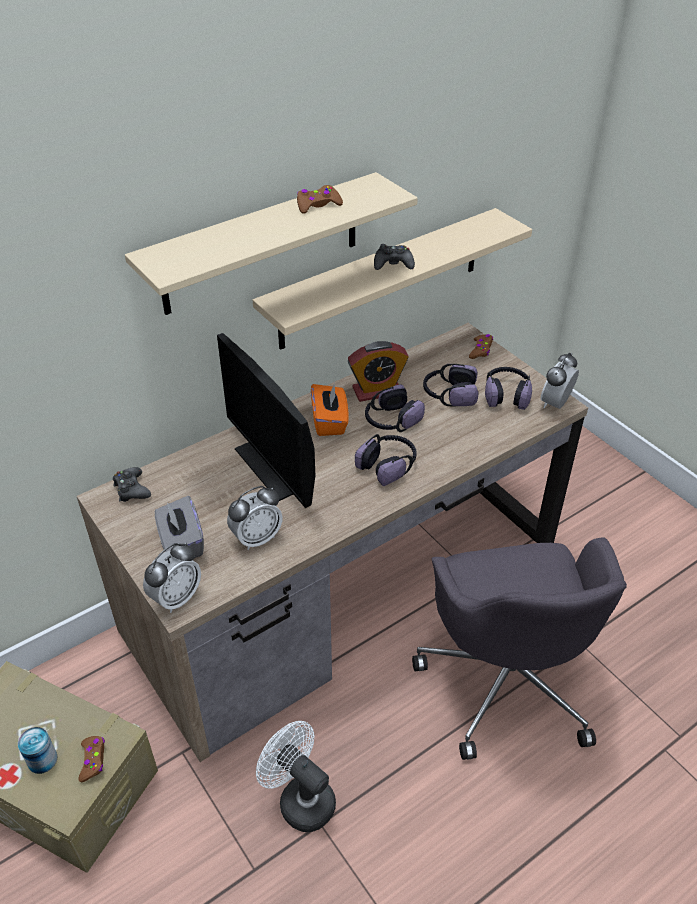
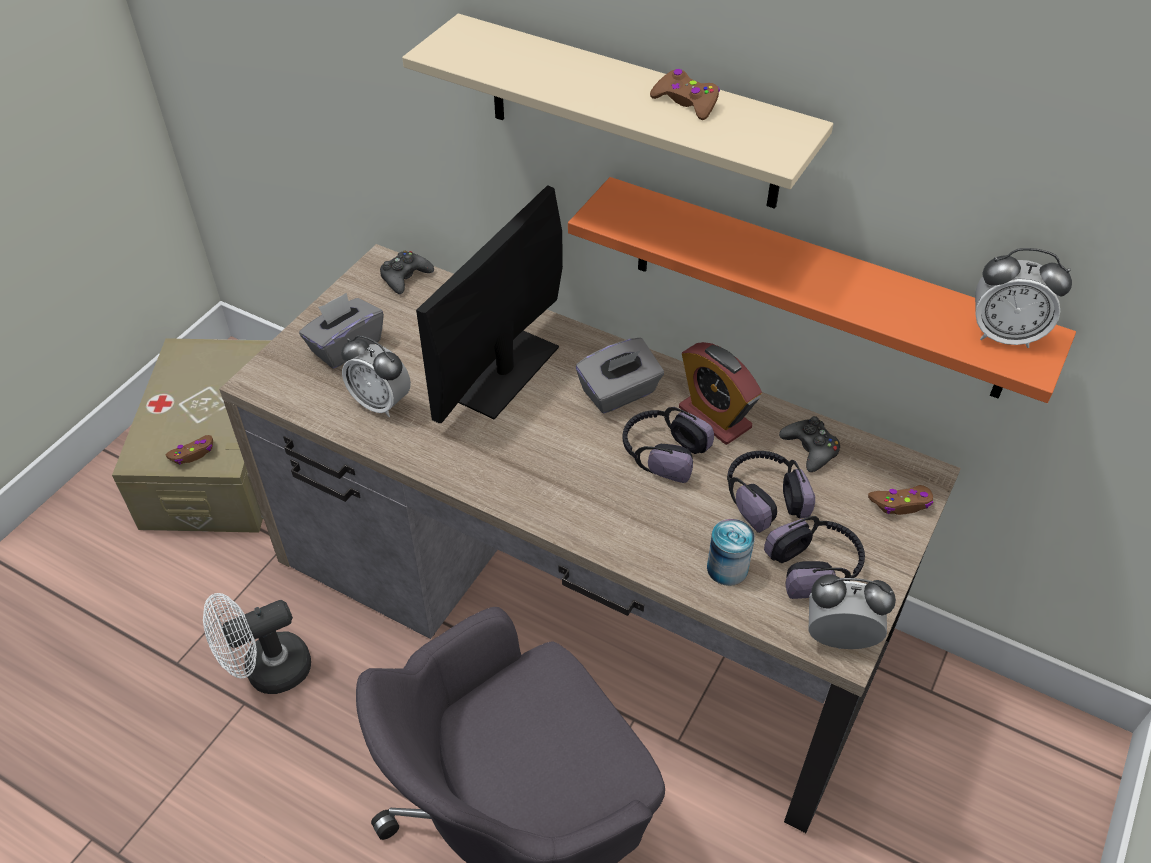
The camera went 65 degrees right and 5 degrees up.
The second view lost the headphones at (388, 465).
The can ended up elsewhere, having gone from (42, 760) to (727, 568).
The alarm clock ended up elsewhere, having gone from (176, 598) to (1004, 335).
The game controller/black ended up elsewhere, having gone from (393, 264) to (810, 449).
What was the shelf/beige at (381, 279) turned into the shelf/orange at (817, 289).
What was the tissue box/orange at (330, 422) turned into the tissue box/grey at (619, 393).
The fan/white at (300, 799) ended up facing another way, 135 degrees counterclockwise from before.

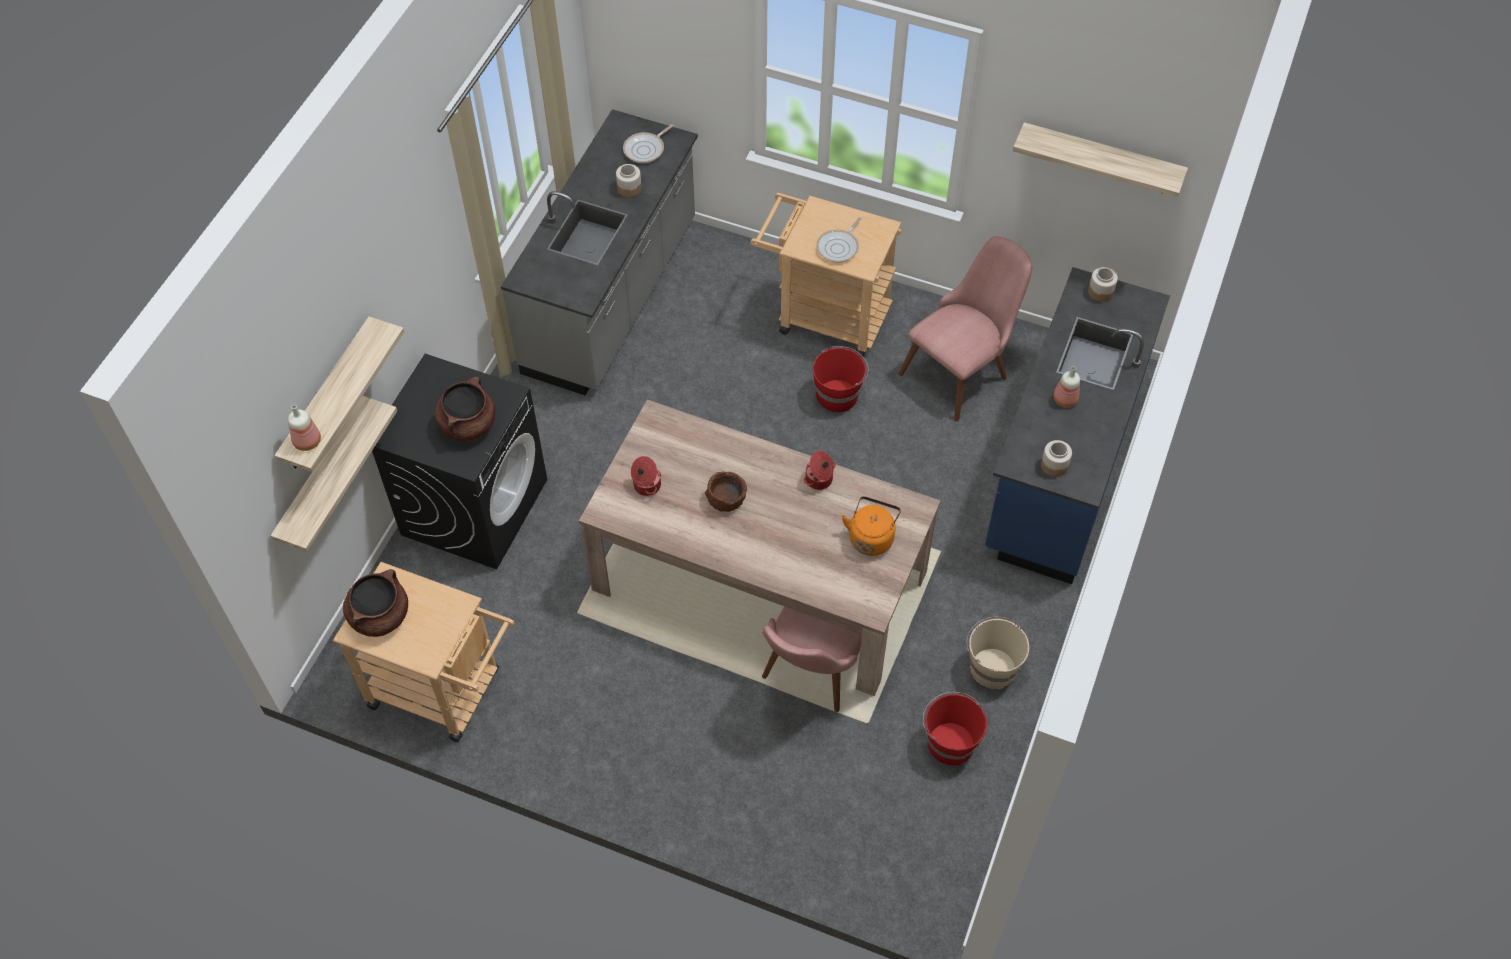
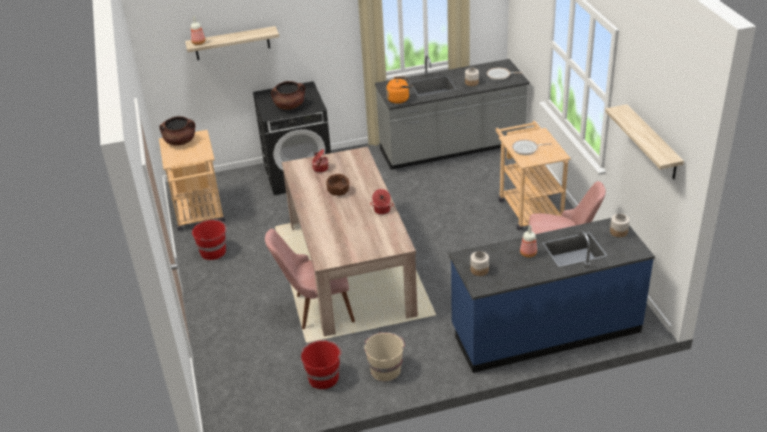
The camera went 55 degrees right and 20 degrees down.
The second view lost the shelf at (322, 475).
The bucket/red ended up elsewhere, having gone from (838, 395) to (213, 252).
The kettle/orange ended up elsewhere, having gone from (871, 537) to (399, 99).

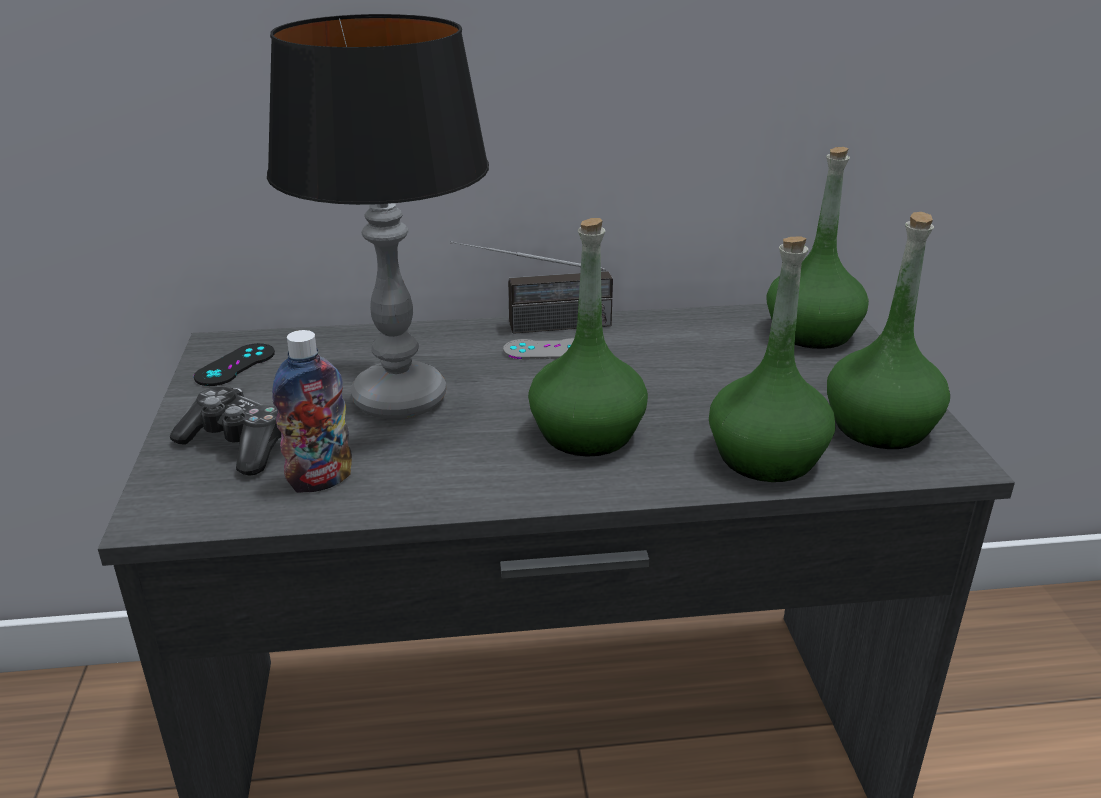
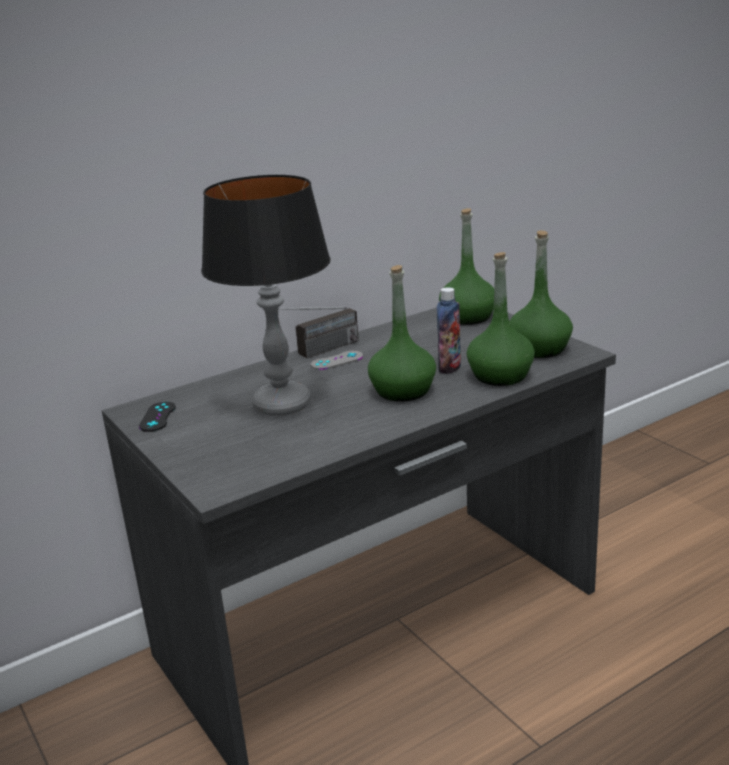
The camera went 25 degrees left and 5 degrees down.
The second view lost the game controller at (237, 445).
The bottle ended up elsewhere, having gone from (320, 480) to (449, 368).

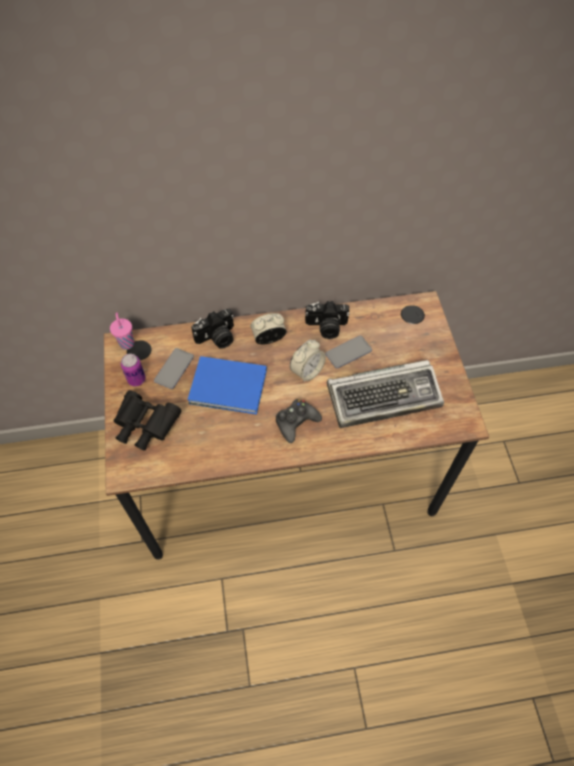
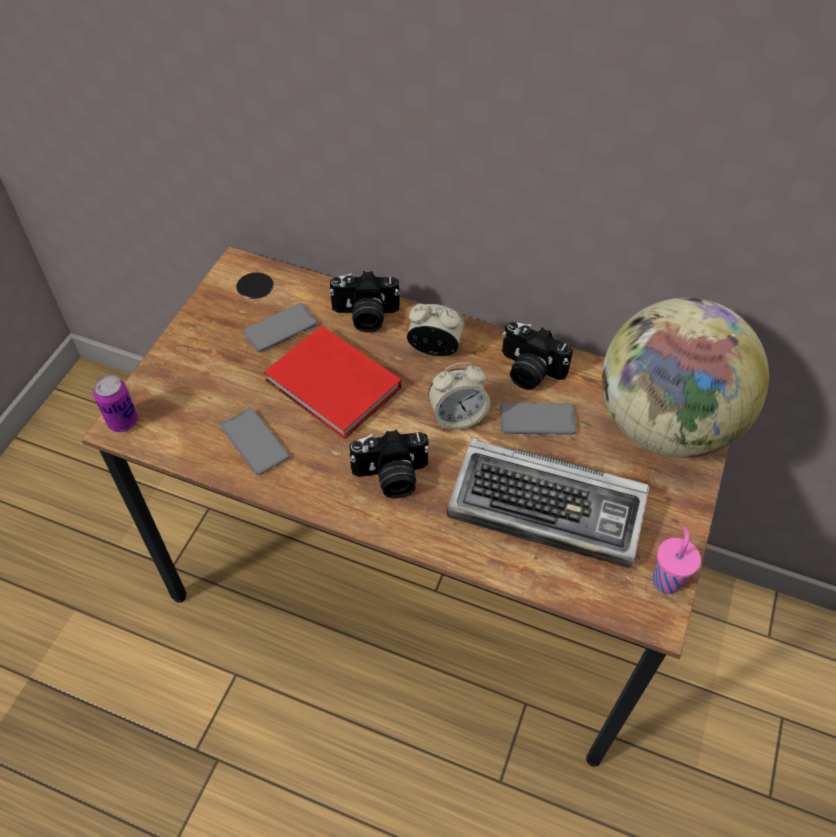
The camera went 30 degrees right and 5 degrees down.
The second view lost the binoculars/black at (145, 426).
The second view gained the phone at (254, 442).
The second view gained the globe at (664, 424).
The cup/pink ended up elsewhere, having gone from (126, 343) to (666, 579).
The can ended up elsewhere, having gone from (136, 379) to (123, 421).
Where the game controller/black stood at (296, 422), the photo camera came to stand at (391, 477).
What was the book/blue at (230, 388) turned into the book/red at (334, 387).

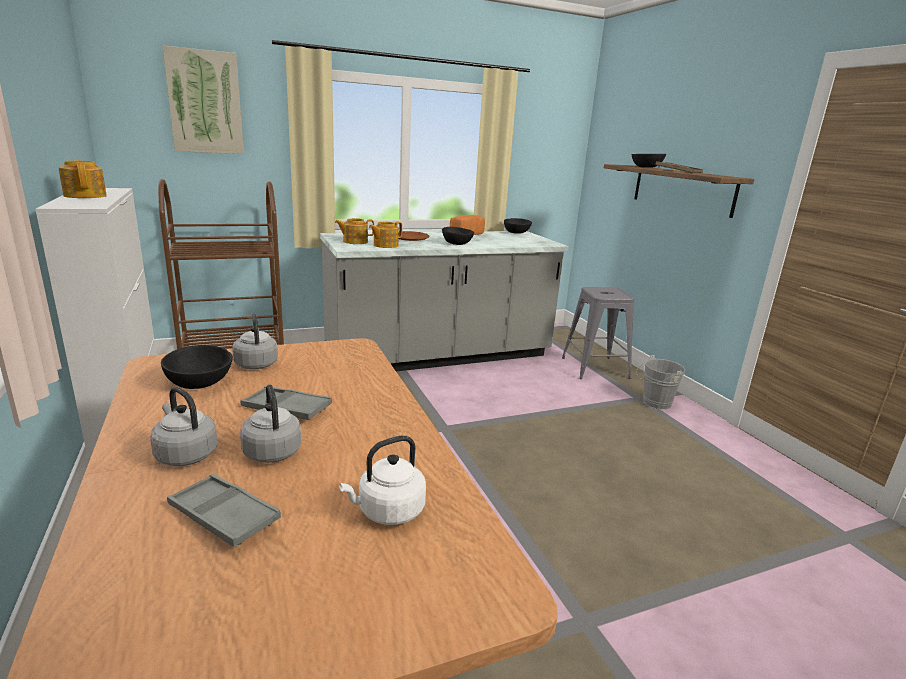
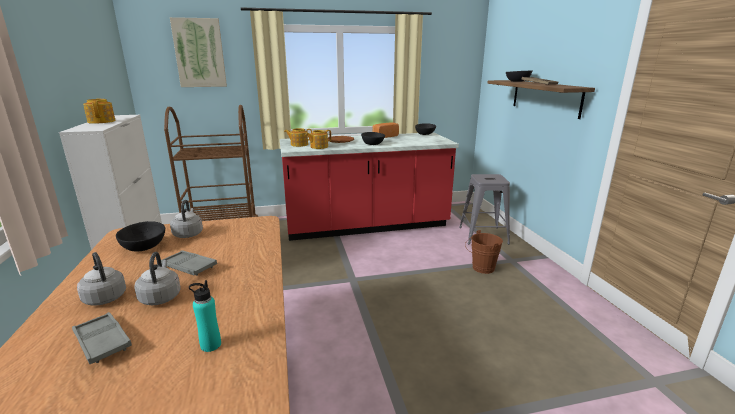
The camera went 10 degrees right and 0 degrees up.
The second view lost the bucket/grey at (654, 403).
The second view gained the bucket/brown at (481, 268).
Where the kettle/white stood at (387, 512), the bottle/turquoise came to stand at (210, 345).
What was the counter/grey at (439, 356) turned into the counter/red at (366, 225).

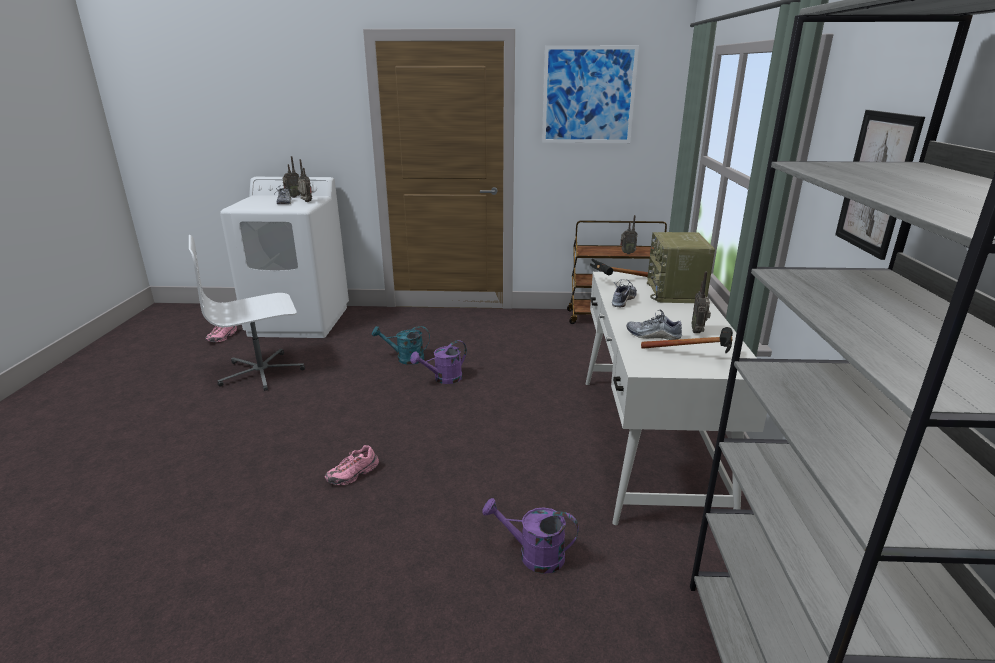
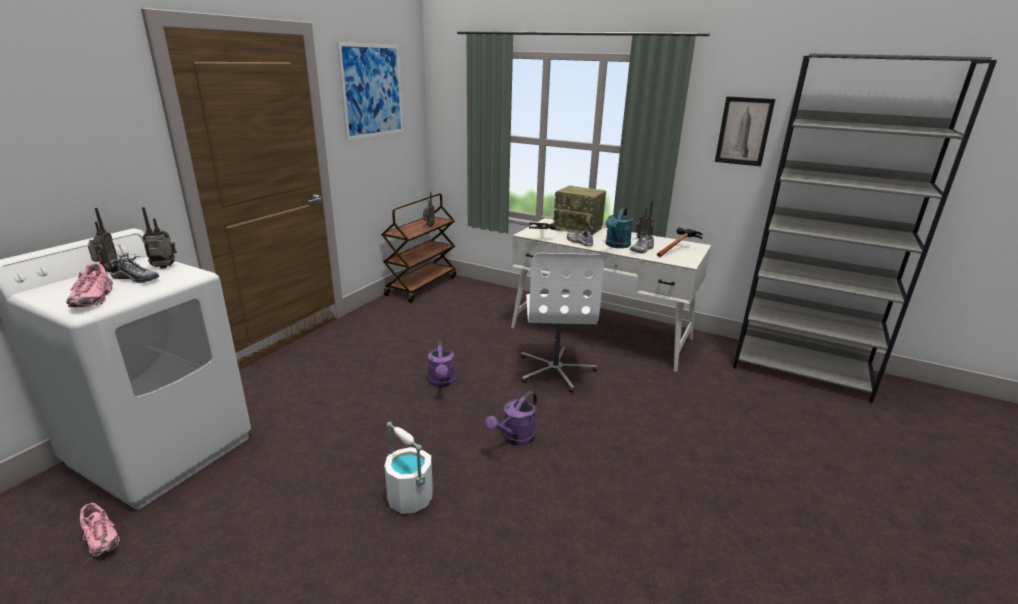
The camera went 65 degrees left and 0 degrees up.
The second view gained the bucket/white at (409, 497).
The office chair/white ended up elsewhere, having gone from (262, 372) to (555, 370).
The shoe/pink ended up elsewhere, having gone from (353, 474) to (93, 299).
The watering can/turquoise ended up elsewhere, having gone from (405, 359) to (616, 245).
The watering can/purple ended up elsewhere, having gone from (533, 555) to (515, 439).

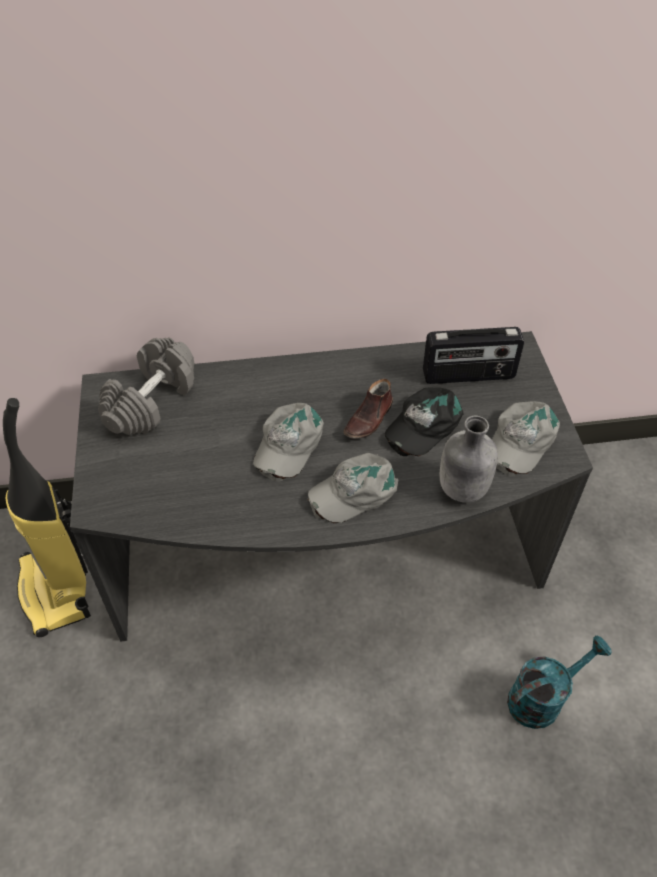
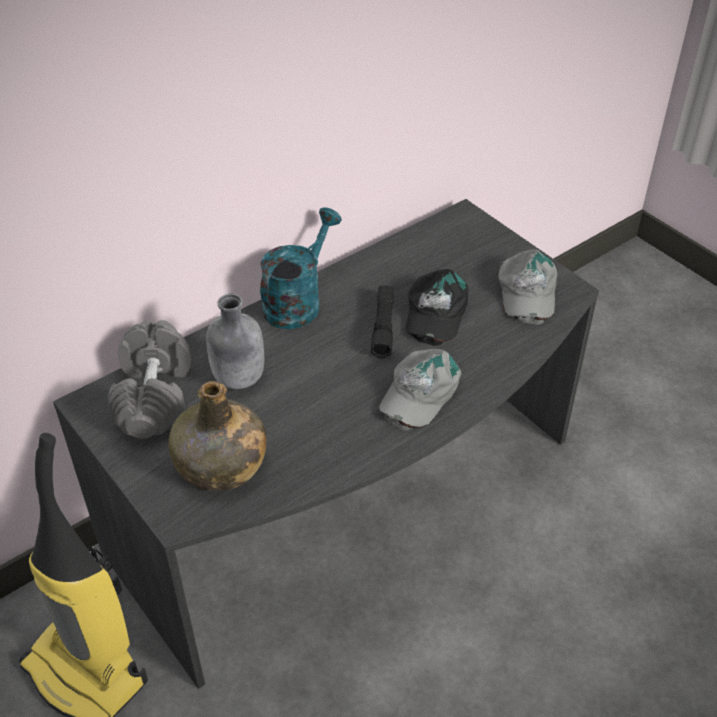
The camera went 30 degrees left and 5 degrees down.
The second view lost the cap/grey at (287, 444).
The second view lost the radio at (468, 376).
The second view gained the bottle/green at (221, 465).
The bottle/grey ended up elsewhere, having gone from (462, 489) to (238, 378).
The watering can/turquoise ended up elsewhere, having gone from (542, 697) to (297, 302).
Where the shoe/brown stood at (369, 419), the flashlight/black came to stand at (383, 326).

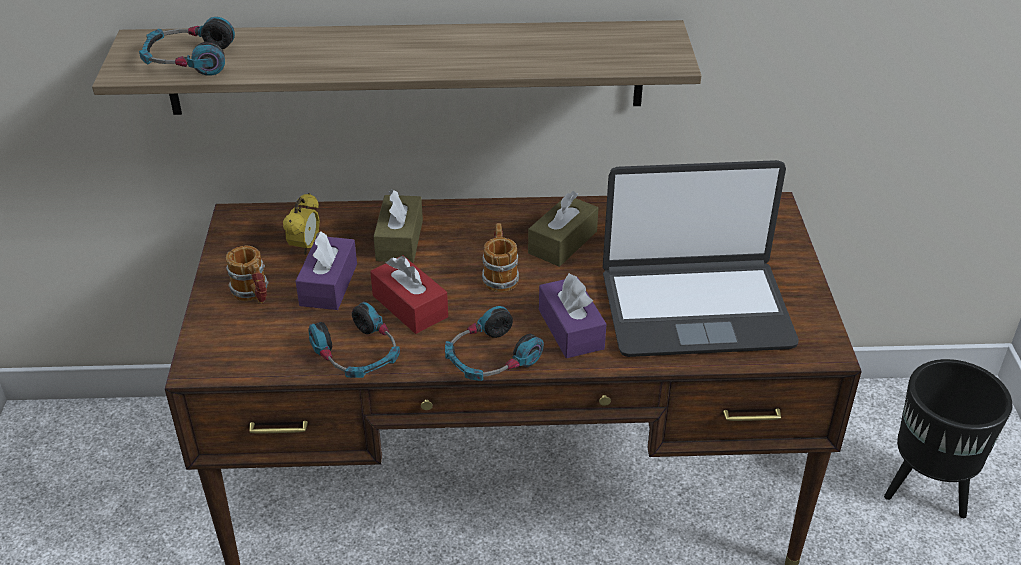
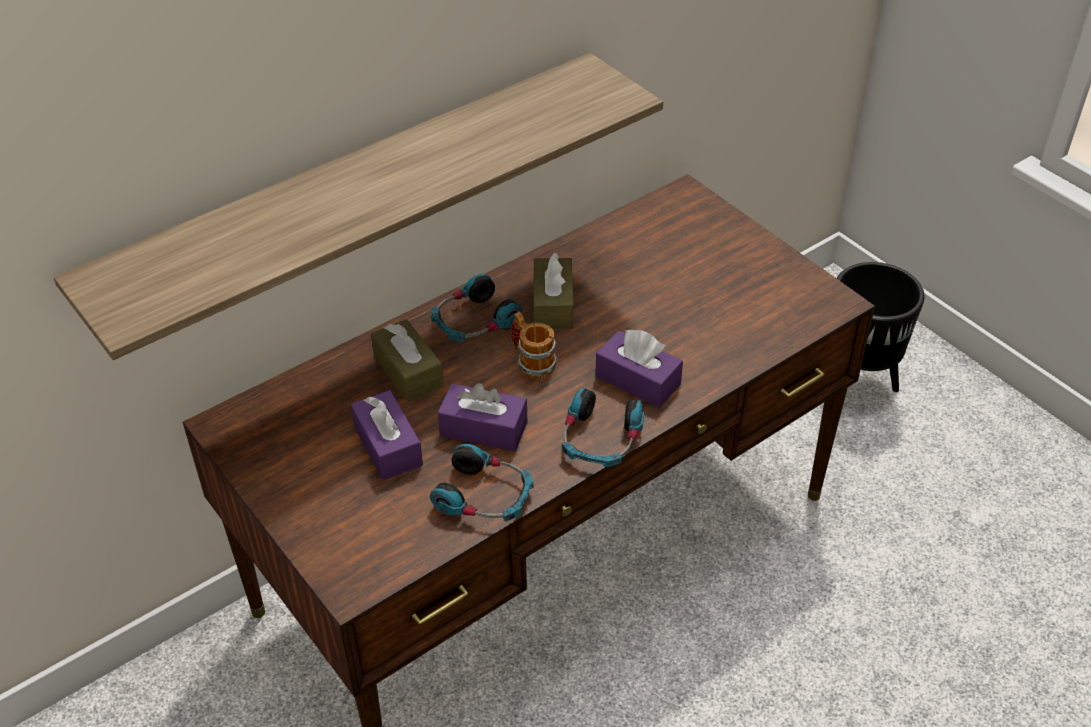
The camera went 35 degrees left and 5 degrees up.
The second view lost the mug at (253, 294).
The second view lost the alarm clock at (305, 247).
The second view lost the laptop at (695, 308).
The headphones ended up elsewhere, having gone from (189, 60) to (474, 322).
What was the tissue box/red at (410, 306) turned into the tissue box/purple at (483, 429).

